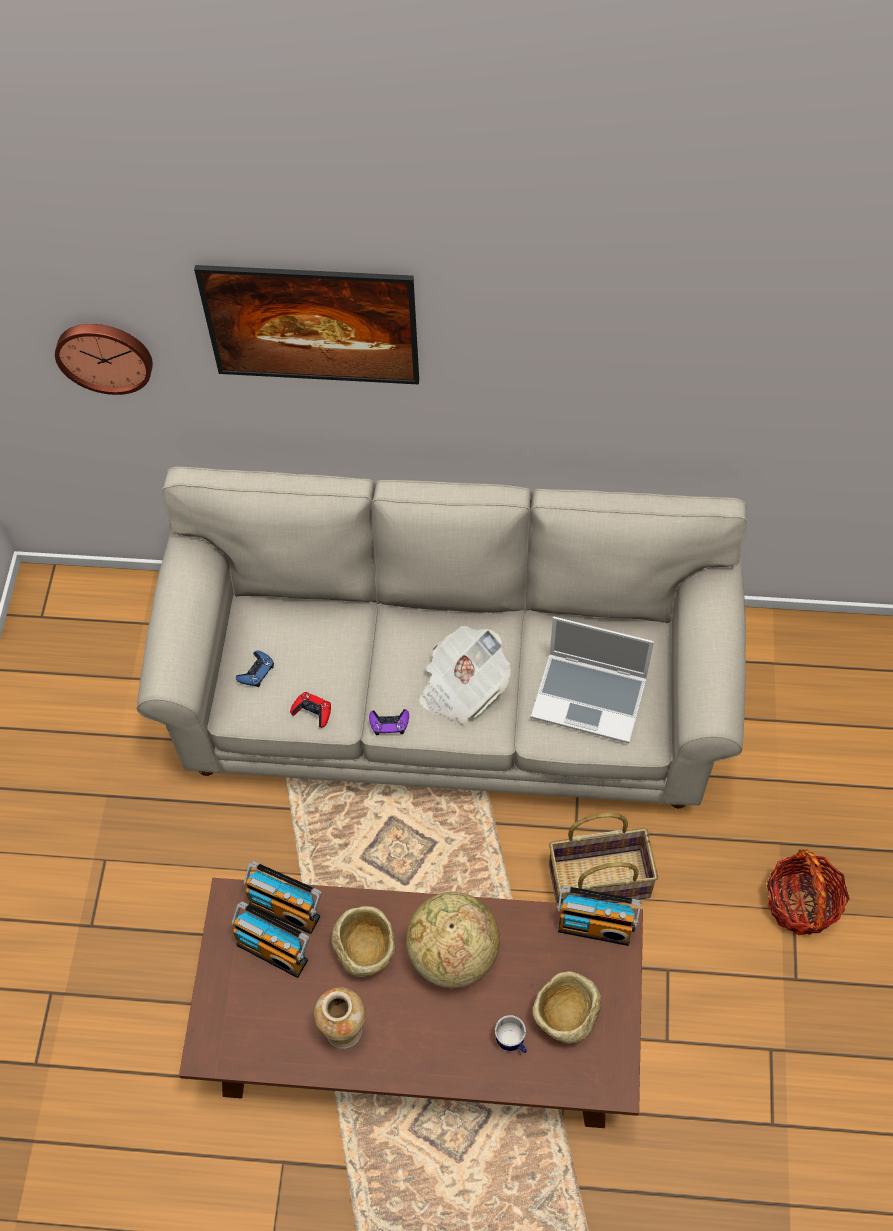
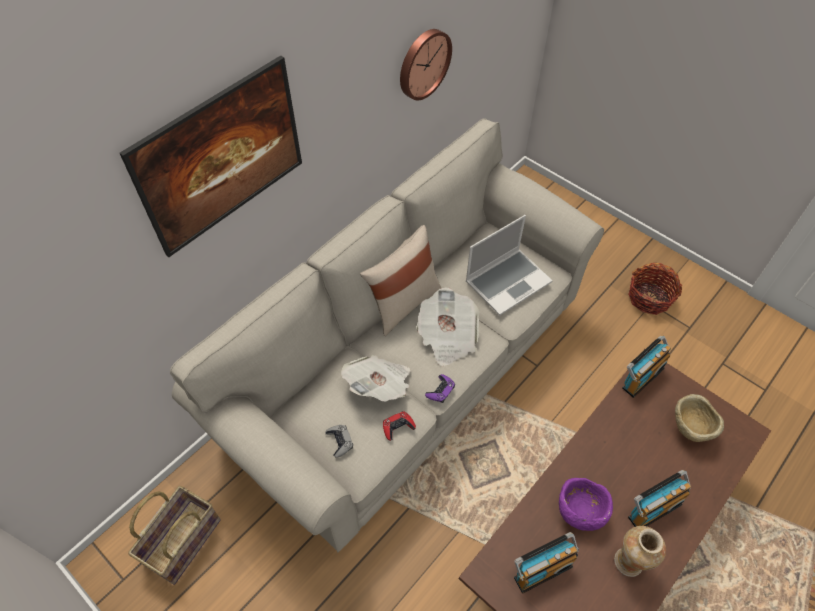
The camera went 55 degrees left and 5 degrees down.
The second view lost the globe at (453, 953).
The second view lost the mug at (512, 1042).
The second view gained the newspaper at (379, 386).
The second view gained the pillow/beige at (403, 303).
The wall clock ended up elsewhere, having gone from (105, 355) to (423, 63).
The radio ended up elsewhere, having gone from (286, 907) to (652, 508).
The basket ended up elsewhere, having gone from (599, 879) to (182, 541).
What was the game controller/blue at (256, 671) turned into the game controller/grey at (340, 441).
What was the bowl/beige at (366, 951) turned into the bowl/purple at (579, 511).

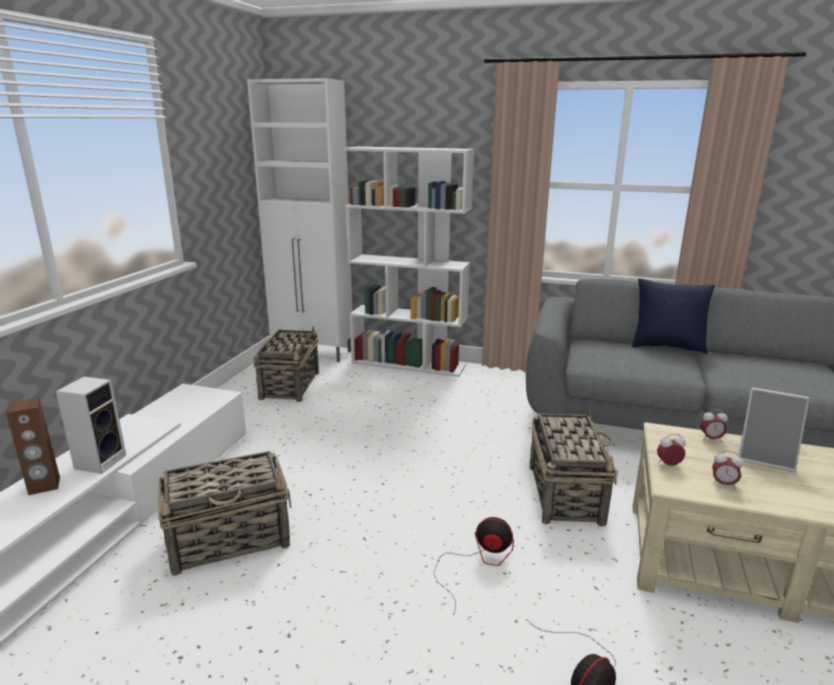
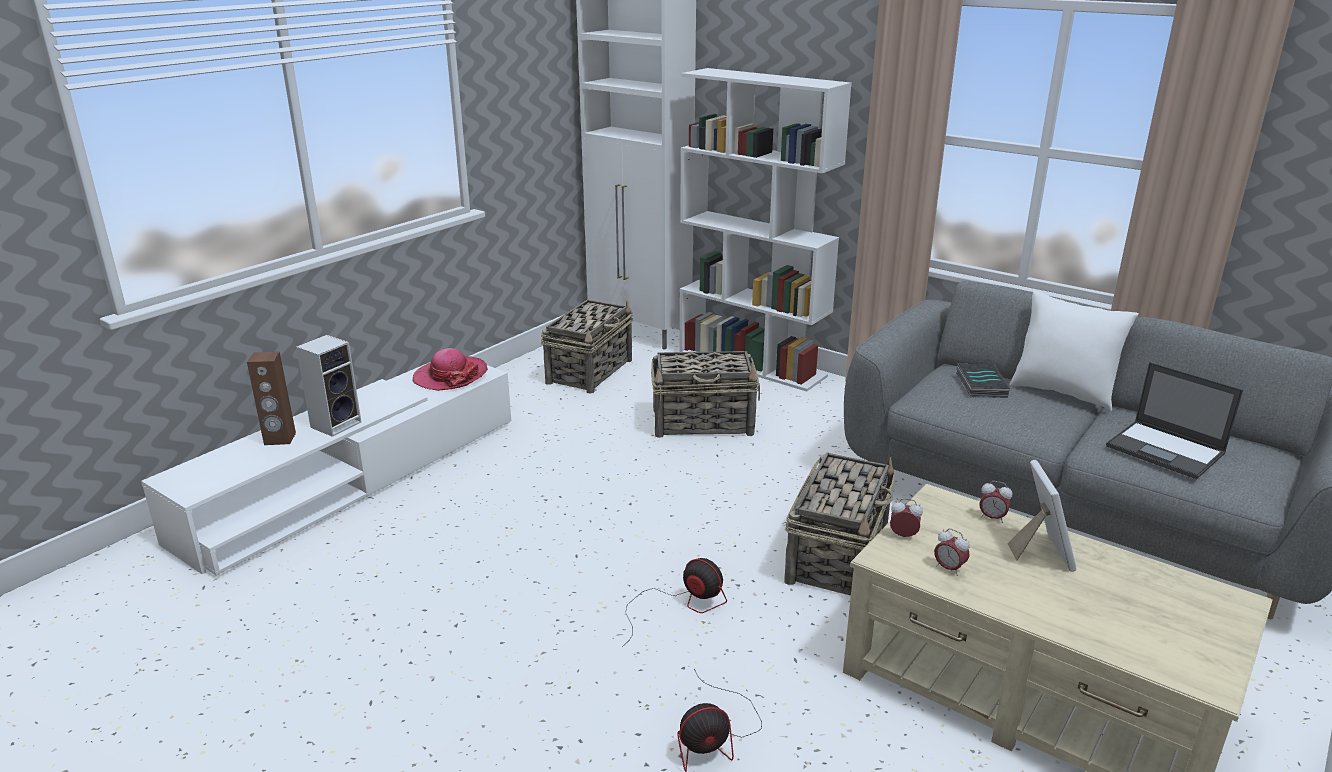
The camera went 20 degrees right and 5 degrees up.
The second view gained the hat at (450, 376).
The second view gained the book at (979, 385).
The second view gained the laptop at (1166, 450).
The basket ended up elsewhere, having gone from (231, 539) to (704, 422).
What was the pillow/blue at (667, 347) turned into the pillow/white at (1062, 393).
The picture frame at (765, 458) ended up facing another way, 135 degrees counterclockwise from before.

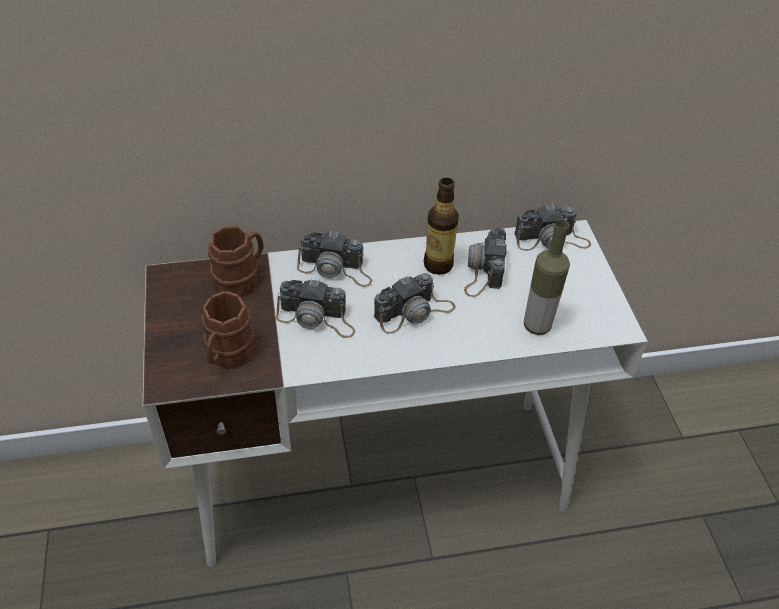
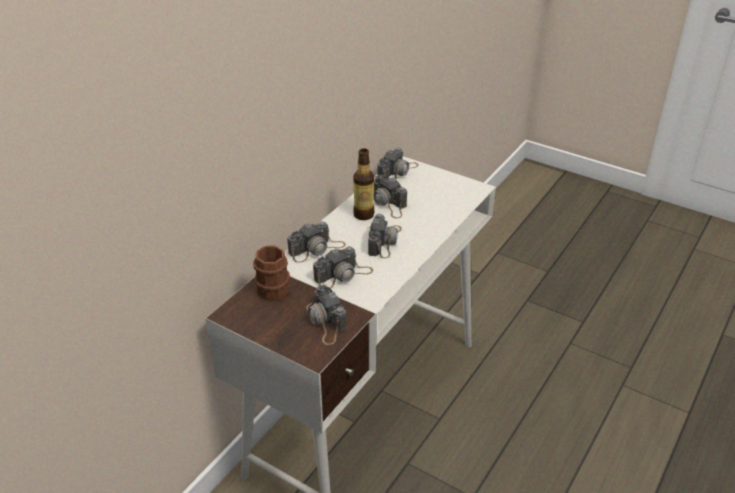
The camera went 45 degrees left and 10 degrees down.
The second view lost the bottle at (537, 326).
Where the mug/brown stood at (228, 355), the photo camera came to stand at (325, 321).

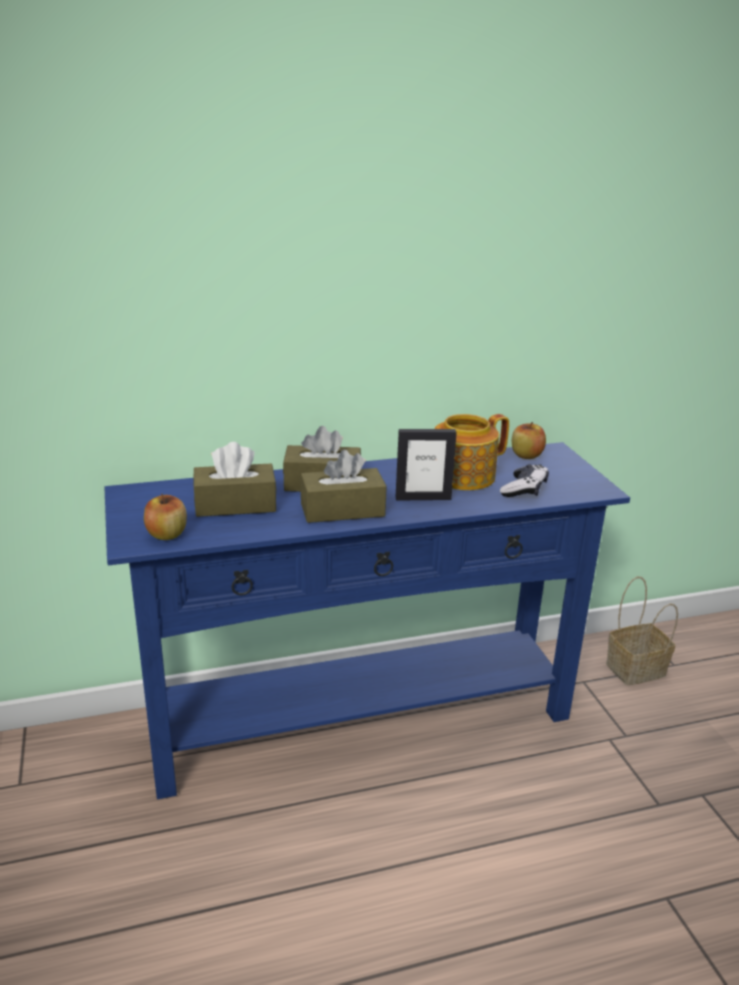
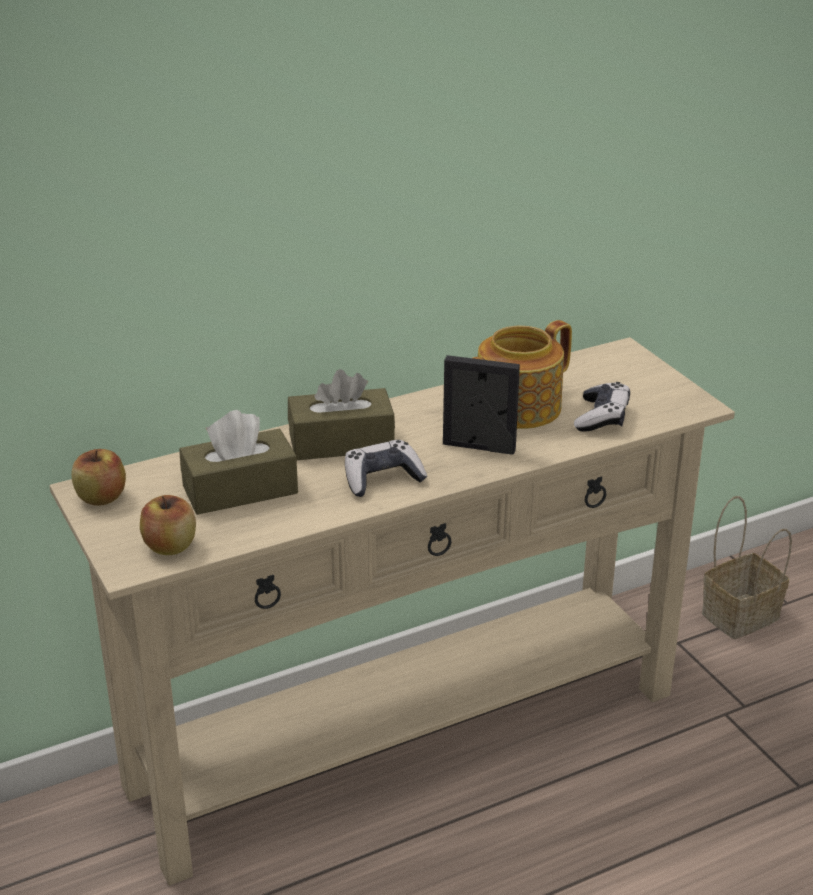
The camera went 10 degrees left and 5 degrees up.
The apple ended up elsewhere, having gone from (526, 455) to (101, 497).
Where the tissue box/brown stood at (342, 510), the game controller came to stand at (382, 479).
What was the console table/blue at (361, 719) turned into the console table/beige at (405, 737).
The picture frame at (423, 498) ended up facing another way, 150 degrees counterclockwise from before.

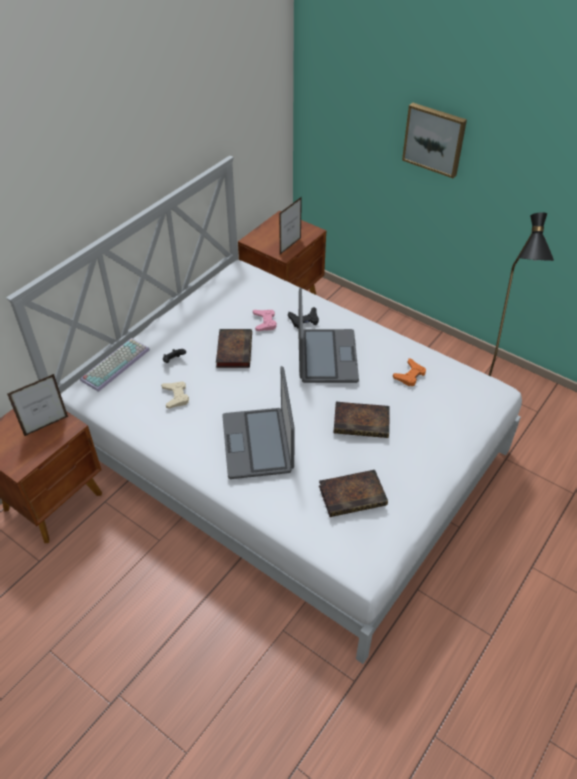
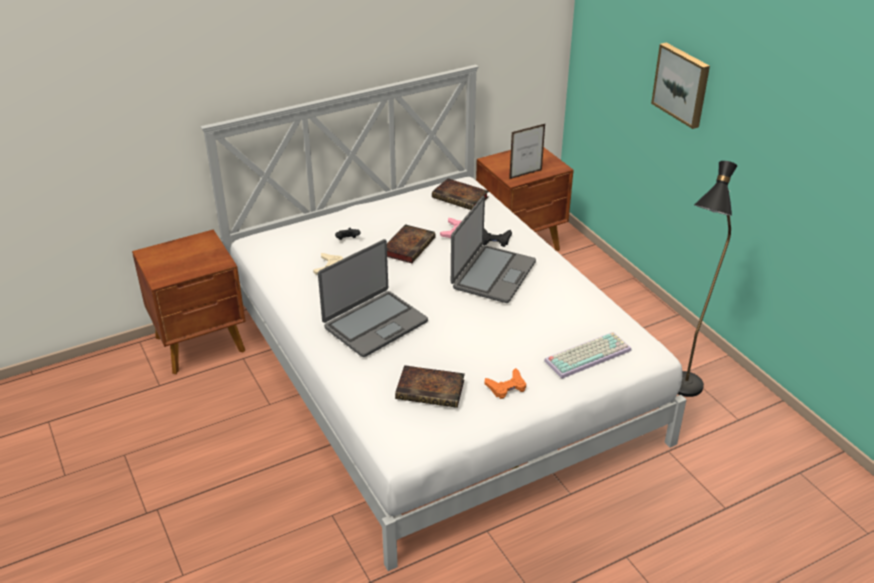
The camera went 25 degrees right and 10 degrees down.
The second view lost the picture frame at (46, 426).
The keyboard ended up elsewhere, having gone from (115, 363) to (588, 354).
The book ended up elsewhere, having gone from (362, 422) to (461, 198).
The game controller/orange ended up elsewhere, having gone from (410, 375) to (506, 387).
The laptop at (258, 443) ended up facing another way, 150 degrees counterclockwise from before.

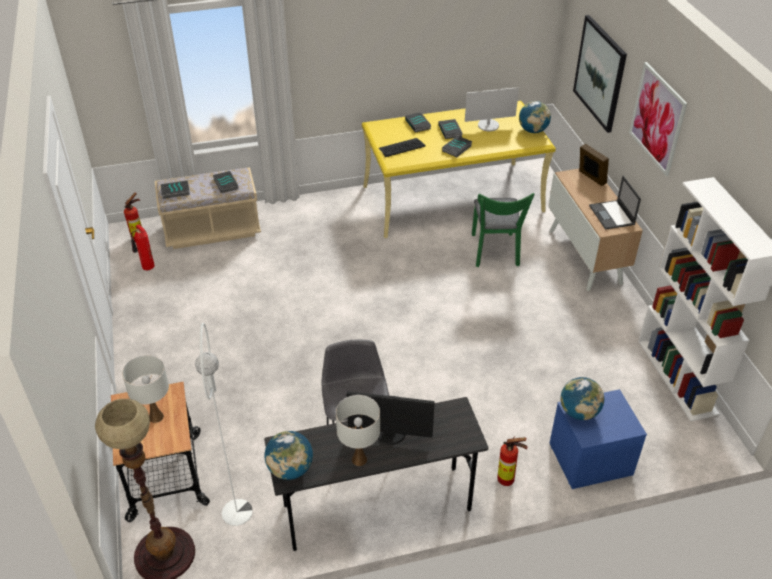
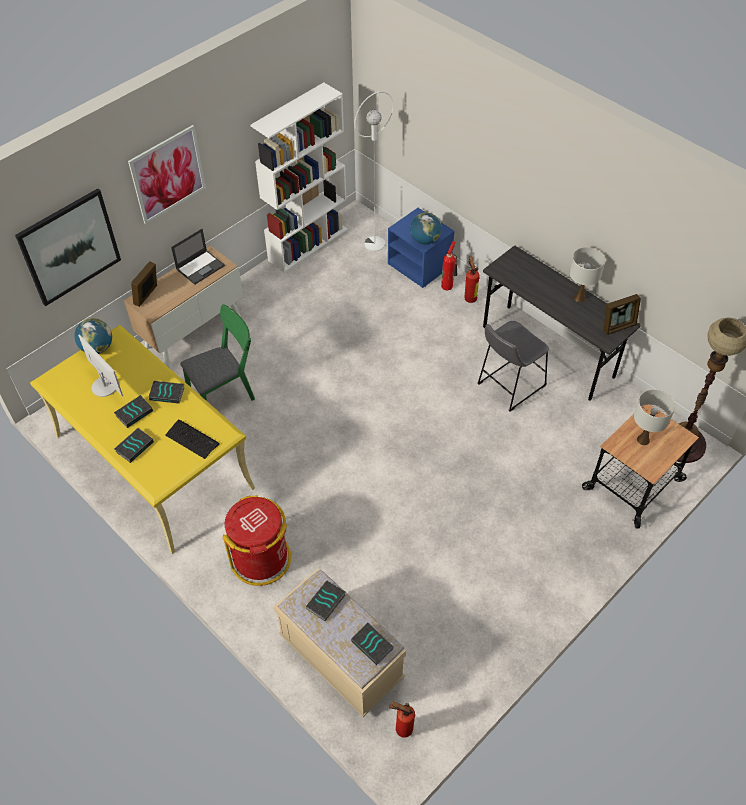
The camera went 120 degrees left and 10 degrees up.
The second view lost the monitor at (390, 434).
The second view gained the trash can/red at (261, 558).
The fire extinguisher ended up elsewhere, having gone from (147, 267) to (448, 286).
The floor lamp/white ended up elsewhere, having gone from (237, 512) to (374, 243).
Where the globe stood at (290, 469), the picture frame came to stand at (618, 326).

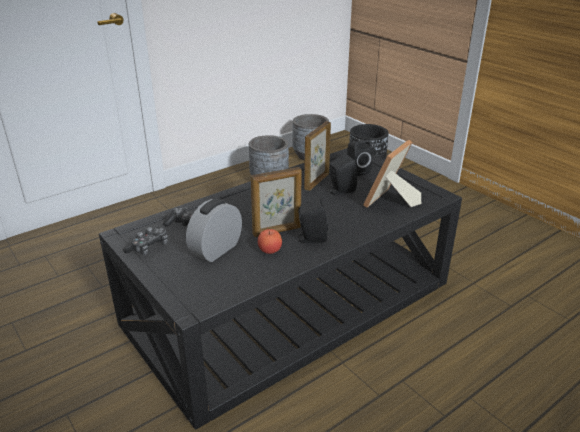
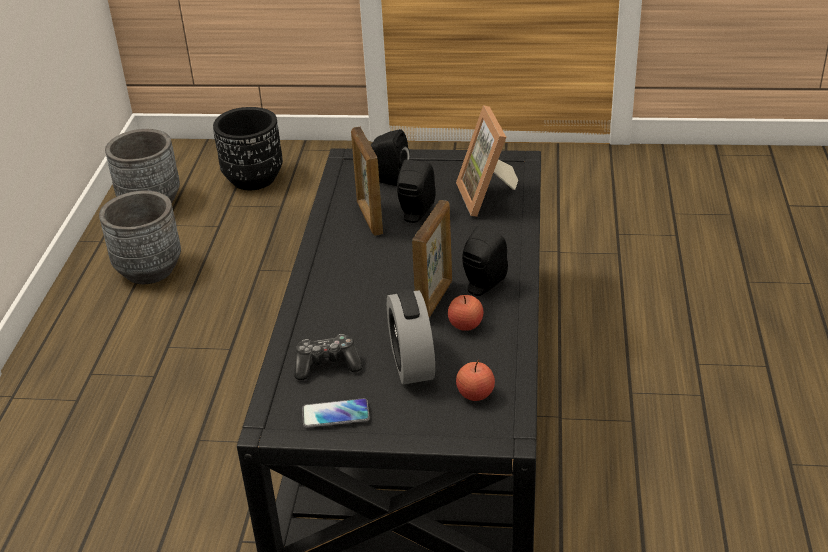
The camera went 45 degrees left and 5 degrees up.
The second view gained the apple at (475, 394).
Where the game controller stood at (149, 247), the phone came to stand at (335, 414).

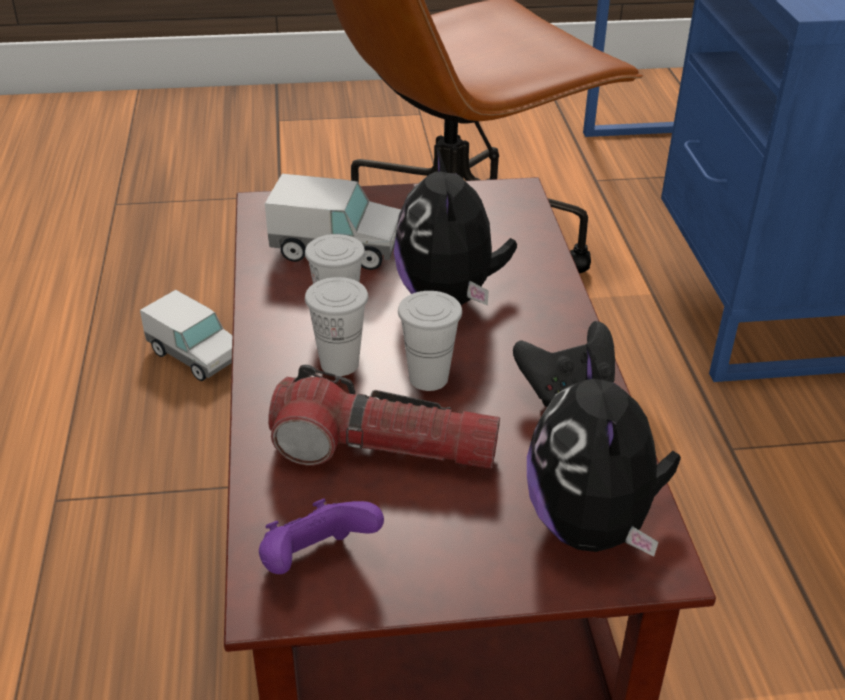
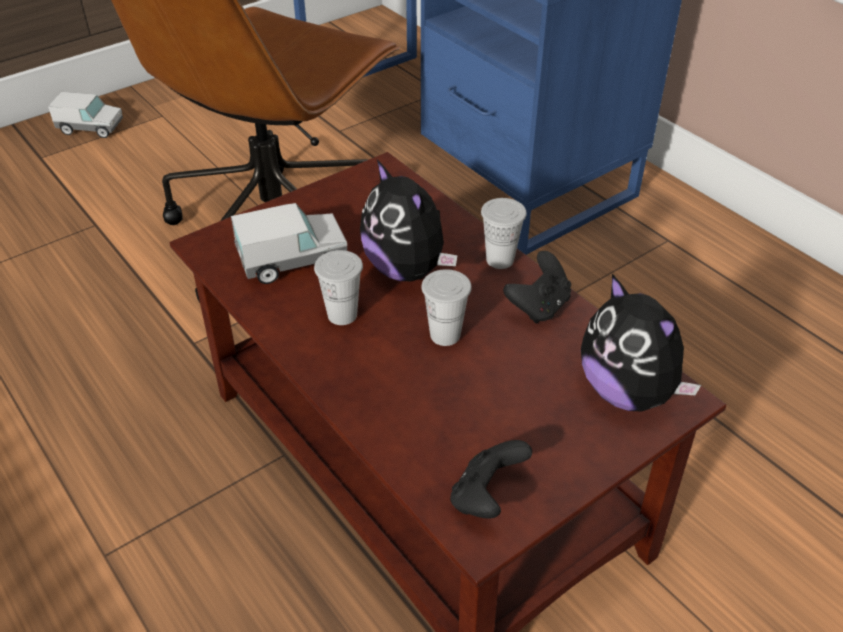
The camera went 30 degrees left and 5 degrees up.
The second view lost the flashlight at (384, 450).
The toy truck ended up elsewhere, having gone from (195, 356) to (91, 128).
The cup/white ended up elsewhere, having gone from (339, 364) to (500, 260).
What was the game controller/purple at (316, 561) turned into the game controller/black at (486, 497).

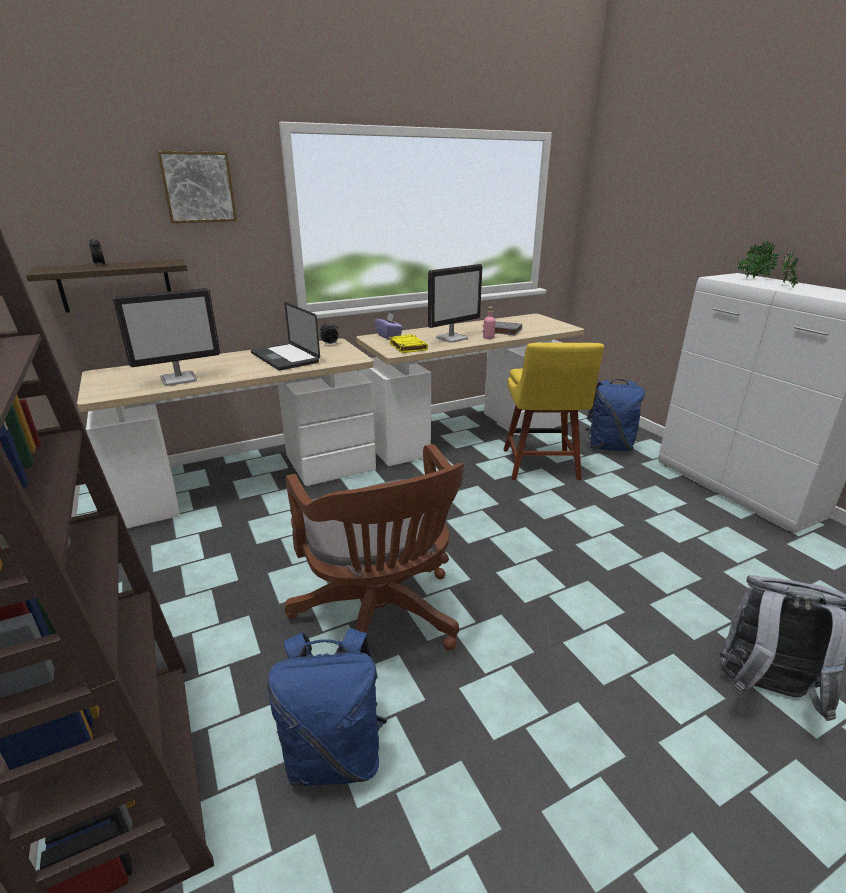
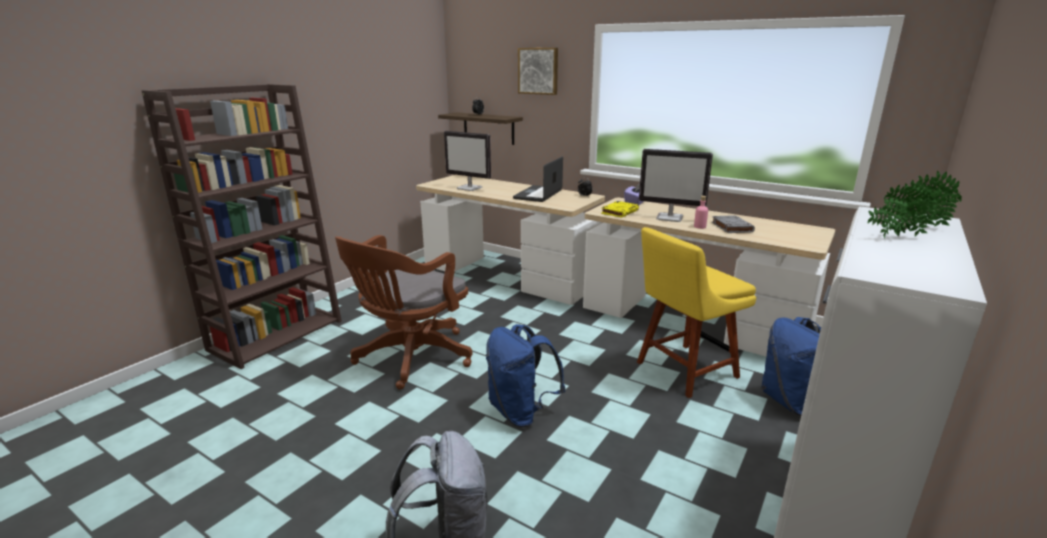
The camera went 60 degrees right and 5 degrees down.
The backpack/blue ended up elsewhere, having gone from (335, 754) to (521, 412).

